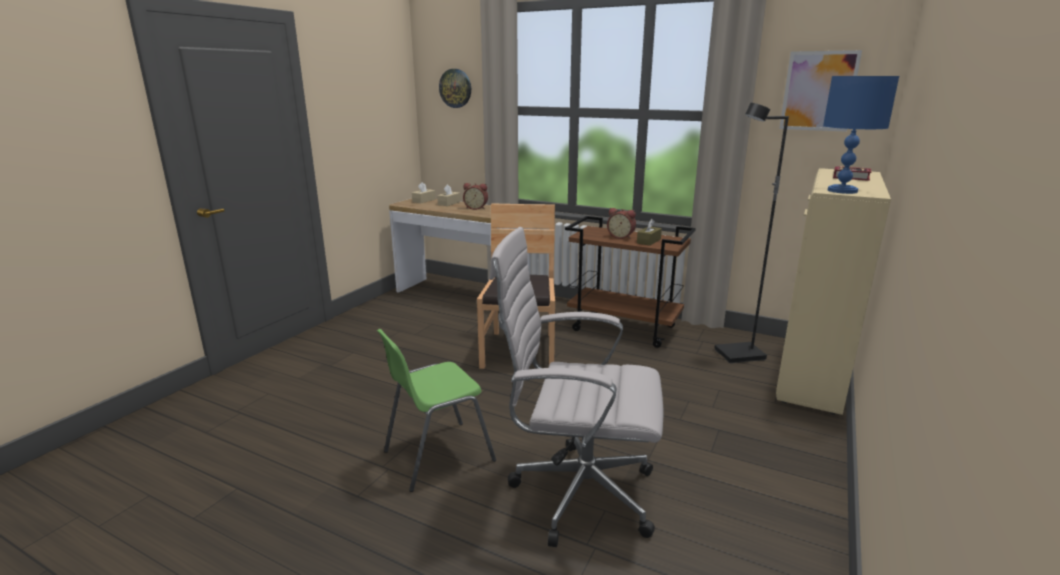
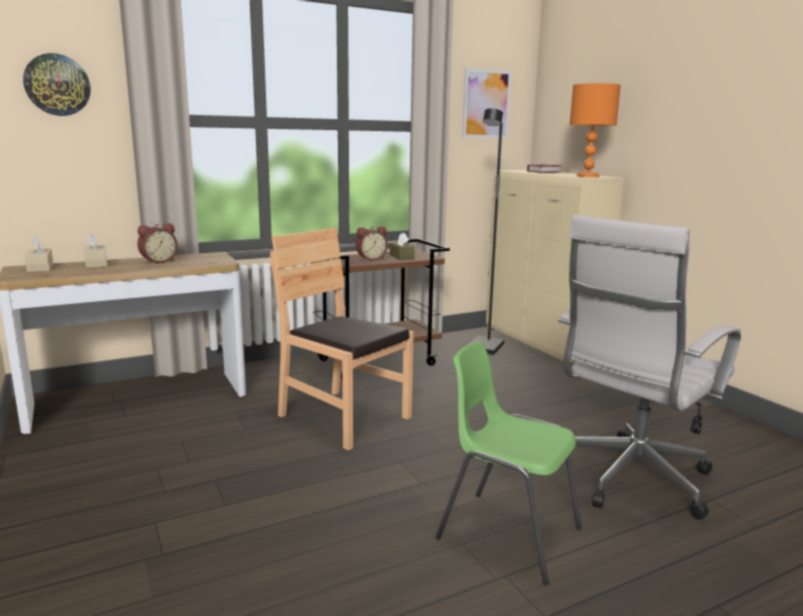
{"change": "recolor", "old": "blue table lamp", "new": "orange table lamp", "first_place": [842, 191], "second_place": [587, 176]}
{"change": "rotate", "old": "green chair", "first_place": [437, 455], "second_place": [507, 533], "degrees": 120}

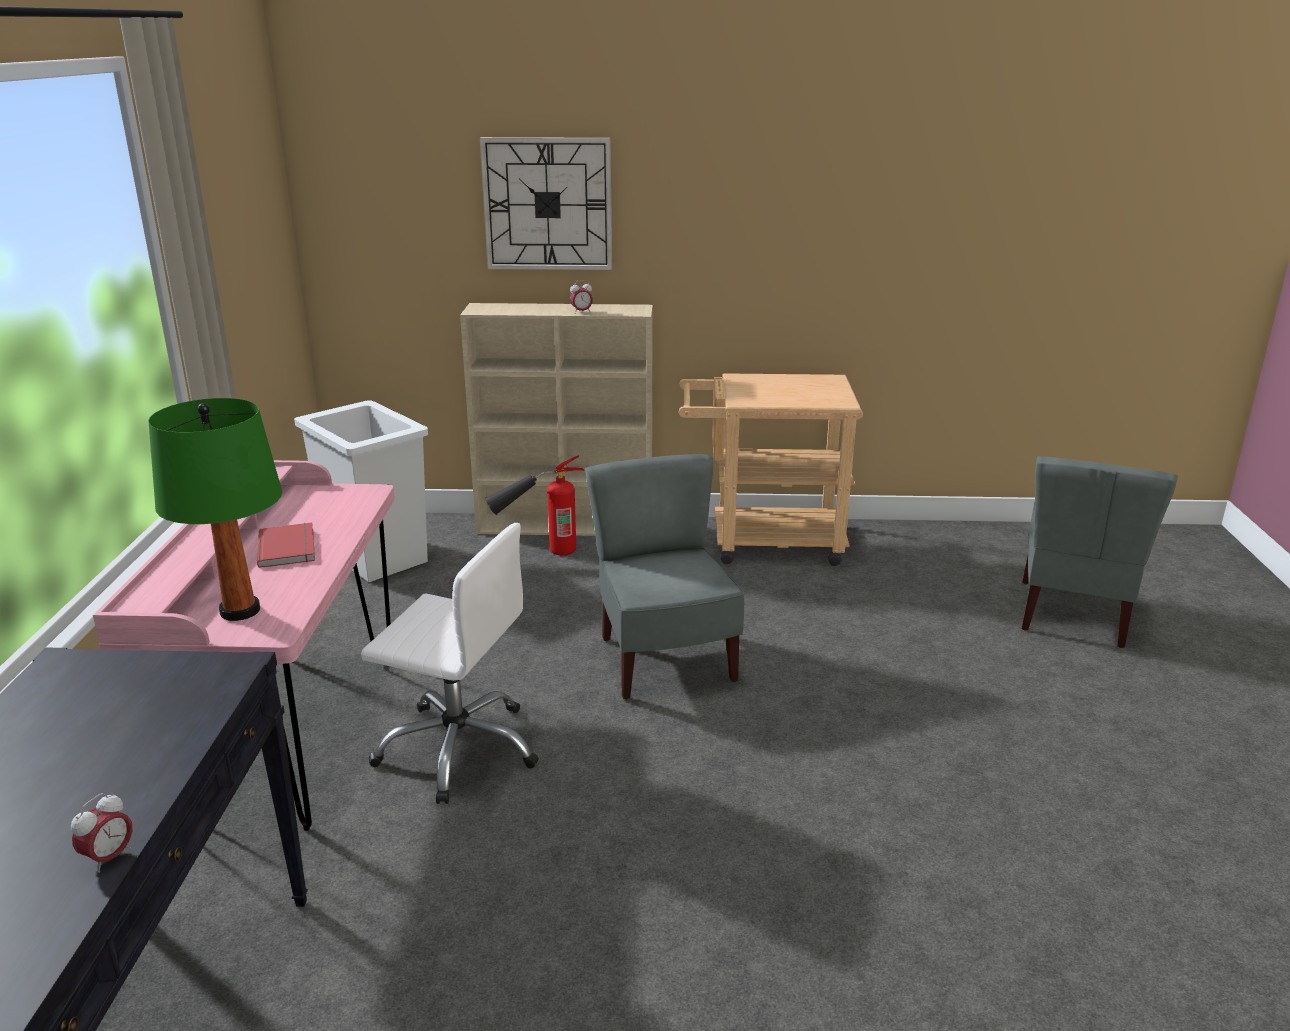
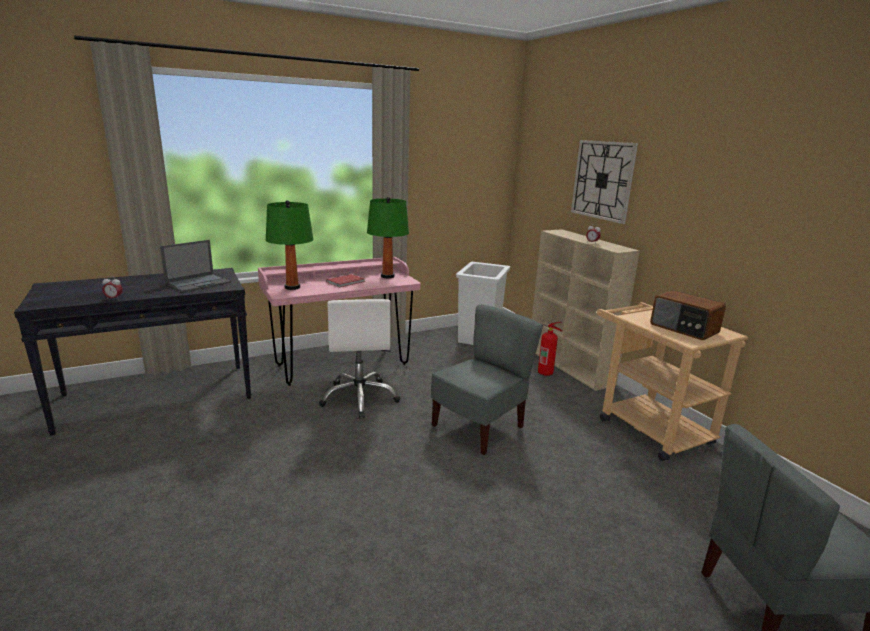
{"change": "insert", "new": "green table lamp", "second_place": [387, 276]}
{"change": "insert", "new": "laptop", "second_place": [199, 283]}
{"change": "insert", "new": "radio", "second_place": [683, 329]}

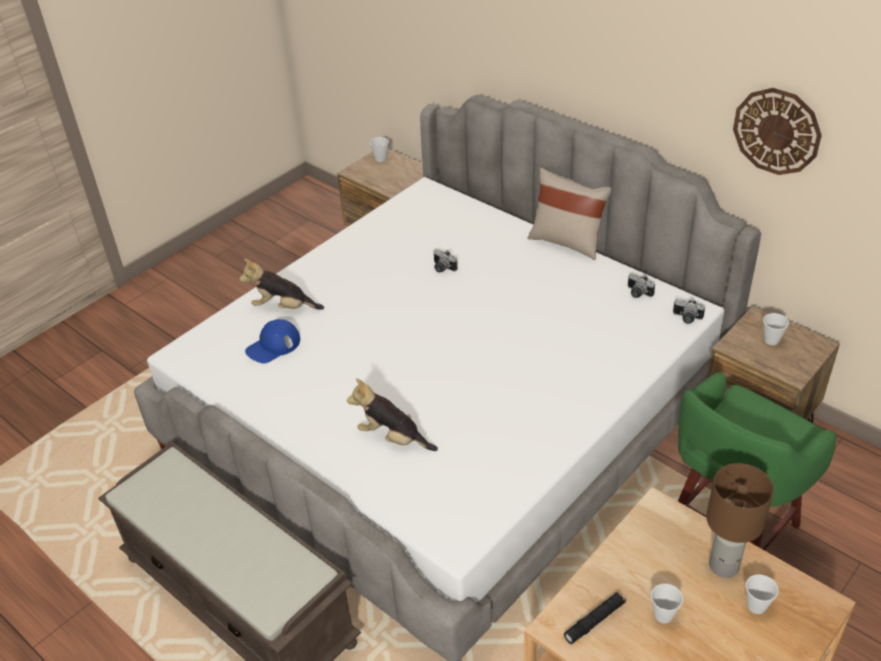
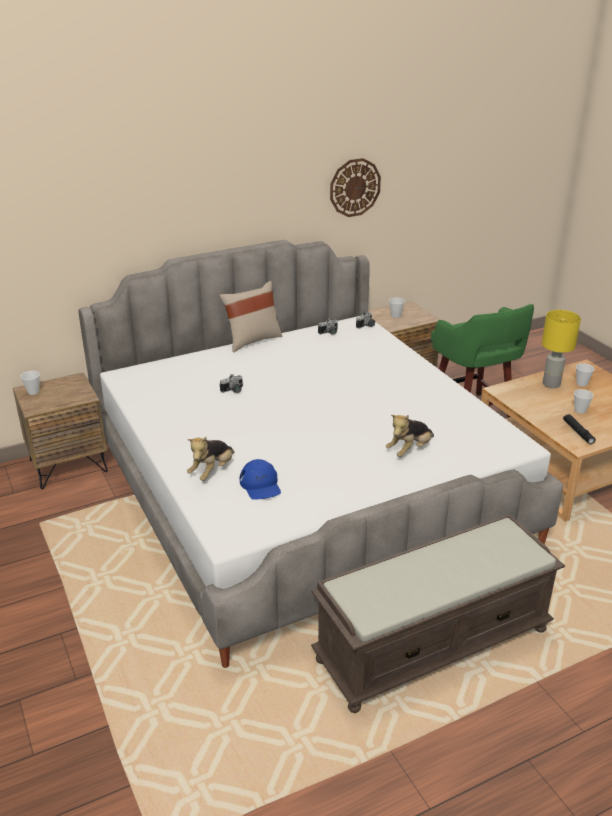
{"change": "recolor", "old": "brown table lamp", "new": "yellow table lamp", "first_place": [724, 566], "second_place": [551, 384]}

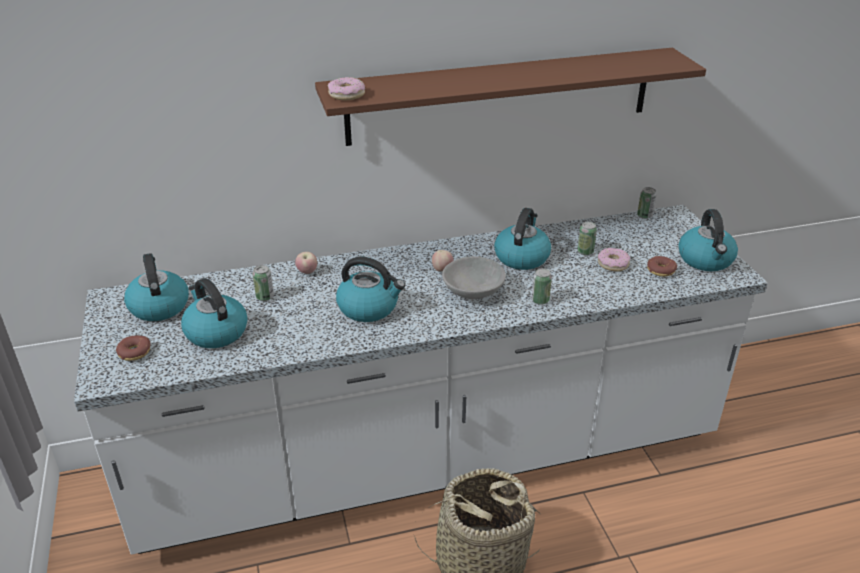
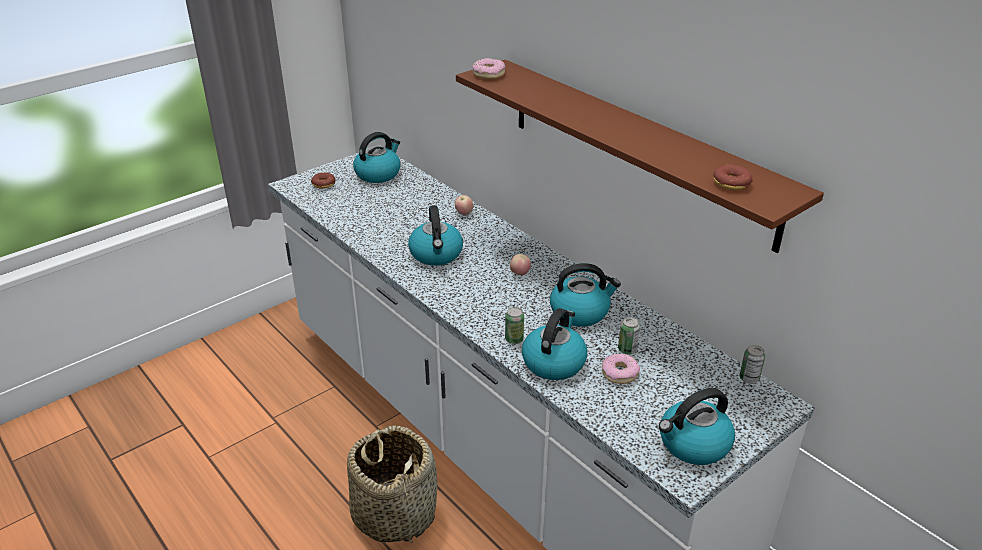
{"change": "delete", "old": "grey bowl", "first_place": [473, 292]}
{"change": "move", "old": "donut", "first_place": [660, 270], "second_place": [731, 183]}
{"change": "delete", "old": "can", "first_place": [265, 297]}
{"change": "move", "old": "kettle", "first_place": [215, 332], "second_place": [554, 362]}

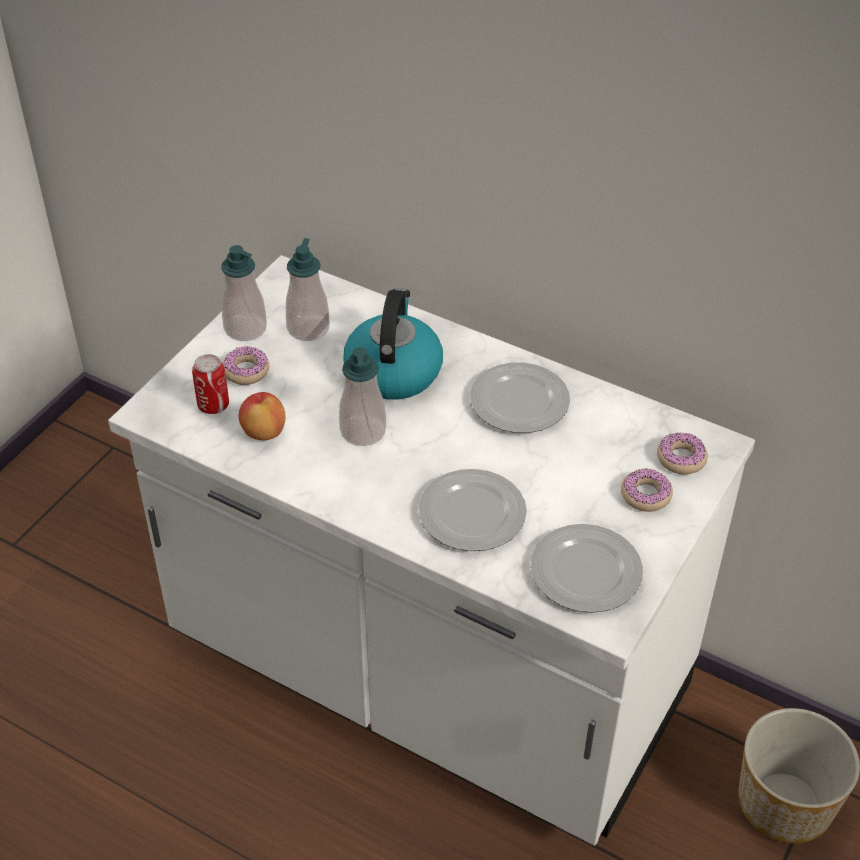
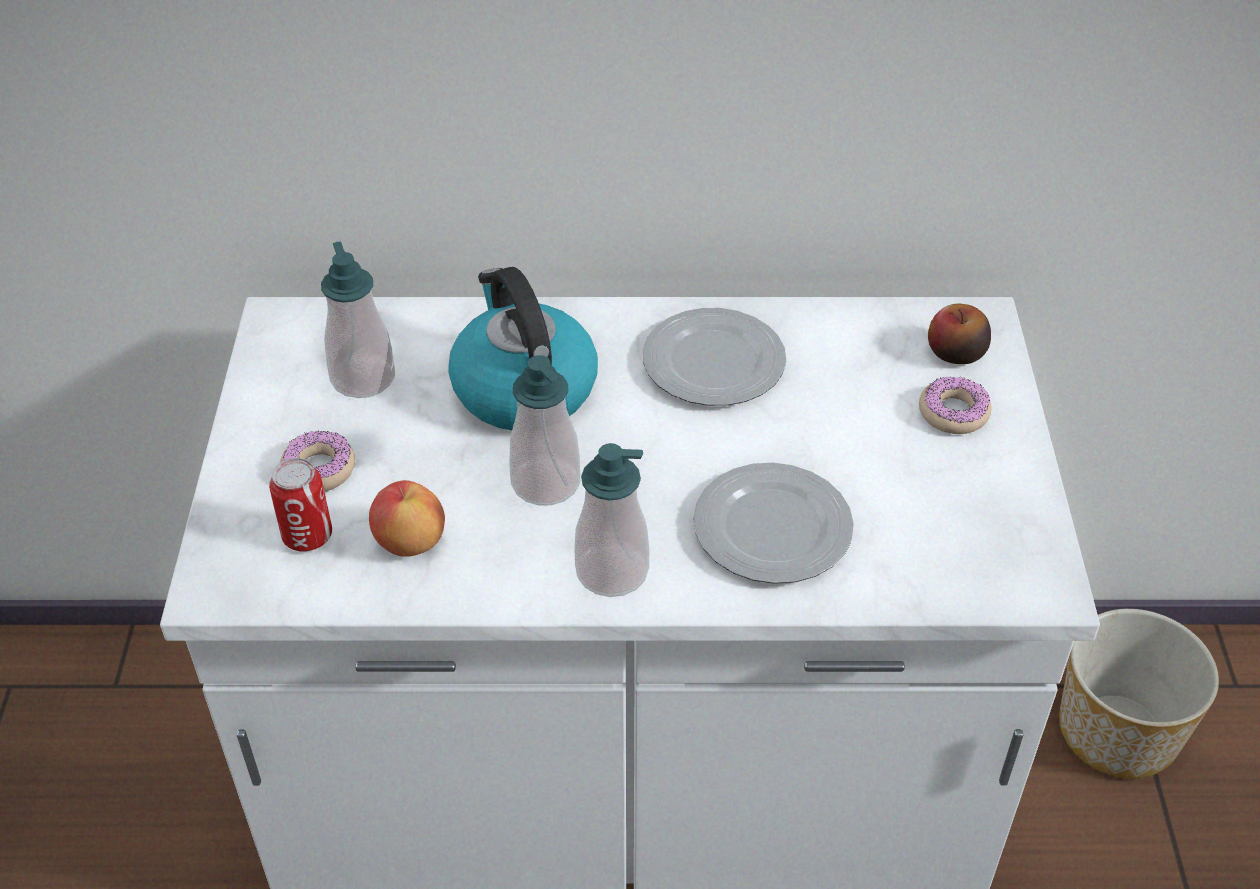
{"change": "move", "old": "soap dispenser", "first_place": [245, 328], "second_place": [612, 571]}
{"change": "replace", "old": "donut", "new": "apple", "first_place": [681, 459], "second_place": [955, 353]}
{"change": "delete", "old": "plate", "first_place": [585, 573]}

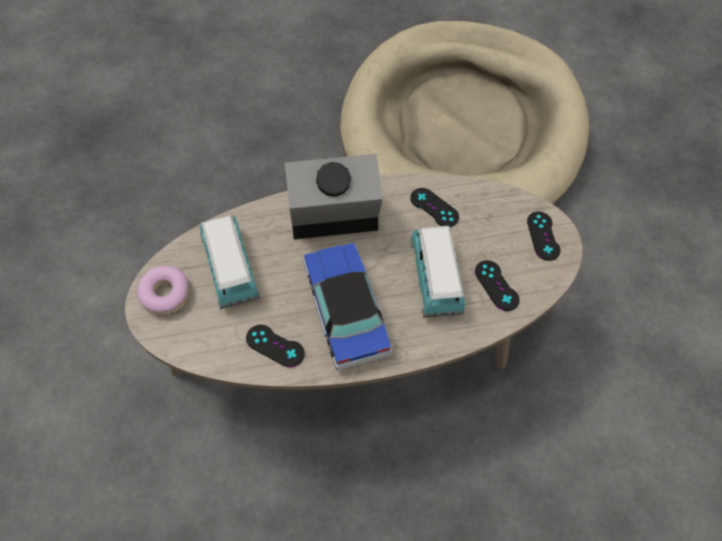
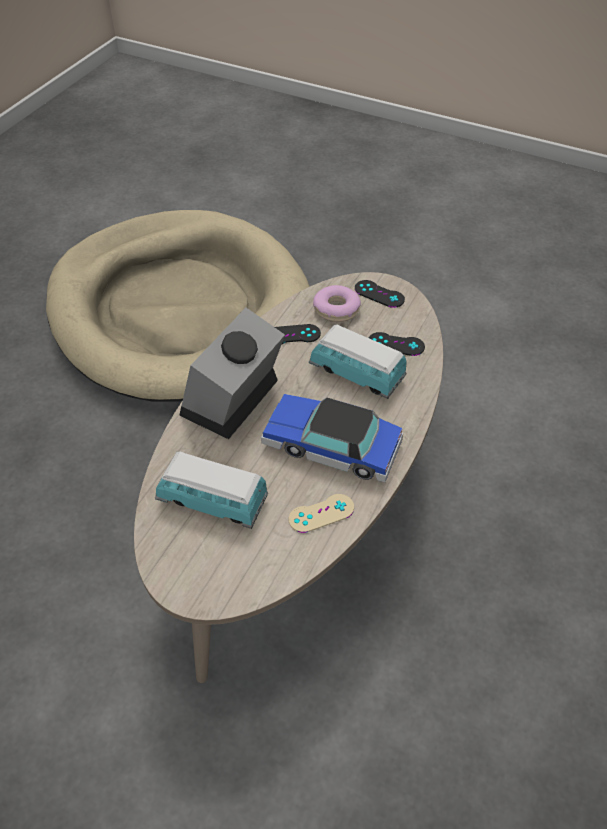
{"change": "move", "old": "donut", "first_place": [165, 294], "second_place": [336, 309]}
{"change": "recolor", "old": "black game controller", "new": "beige game controller", "first_place": [275, 346], "second_place": [321, 513]}

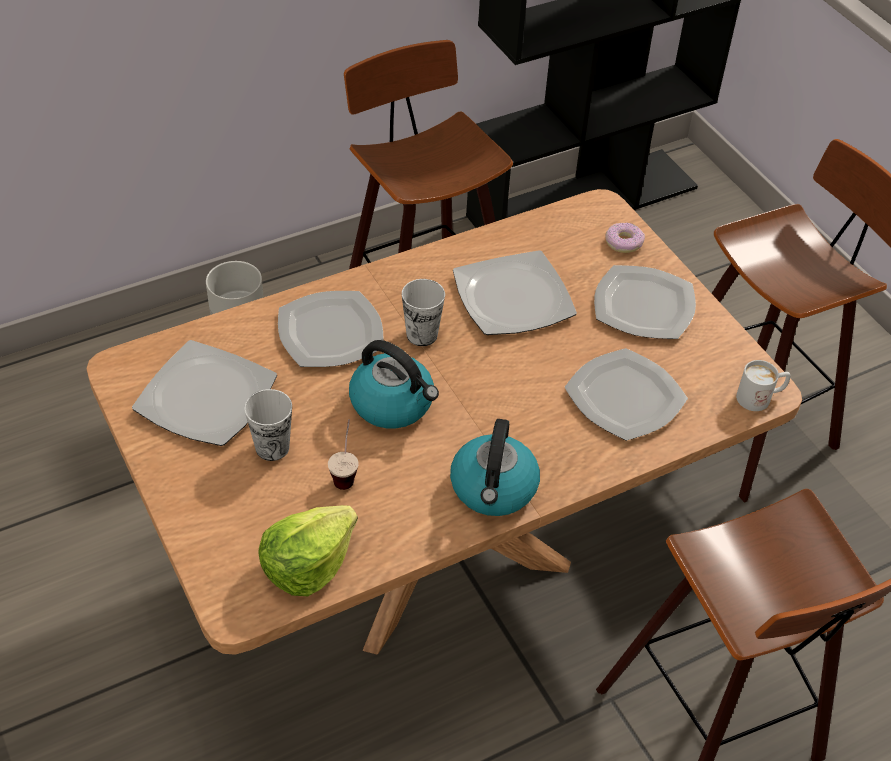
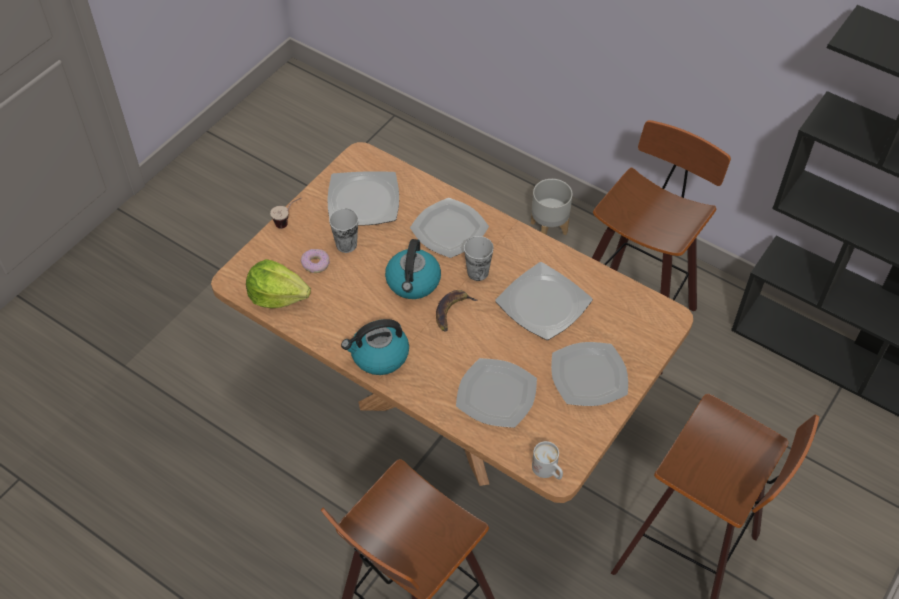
{"change": "move", "old": "donut", "first_place": [623, 242], "second_place": [315, 263]}
{"change": "move", "old": "cup", "first_place": [345, 472], "second_place": [288, 222]}
{"change": "insert", "new": "banana", "second_place": [452, 311]}

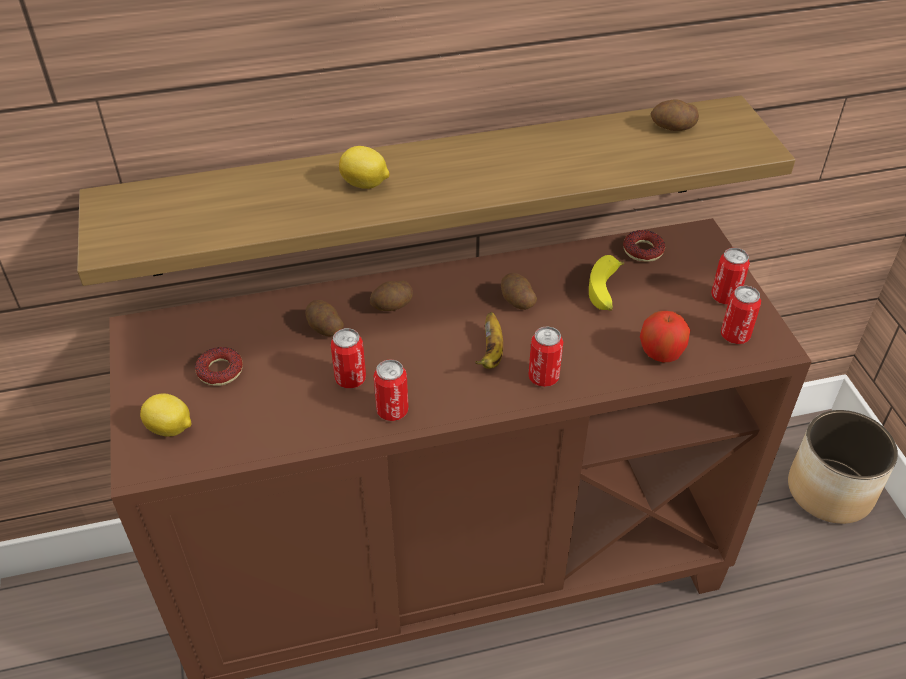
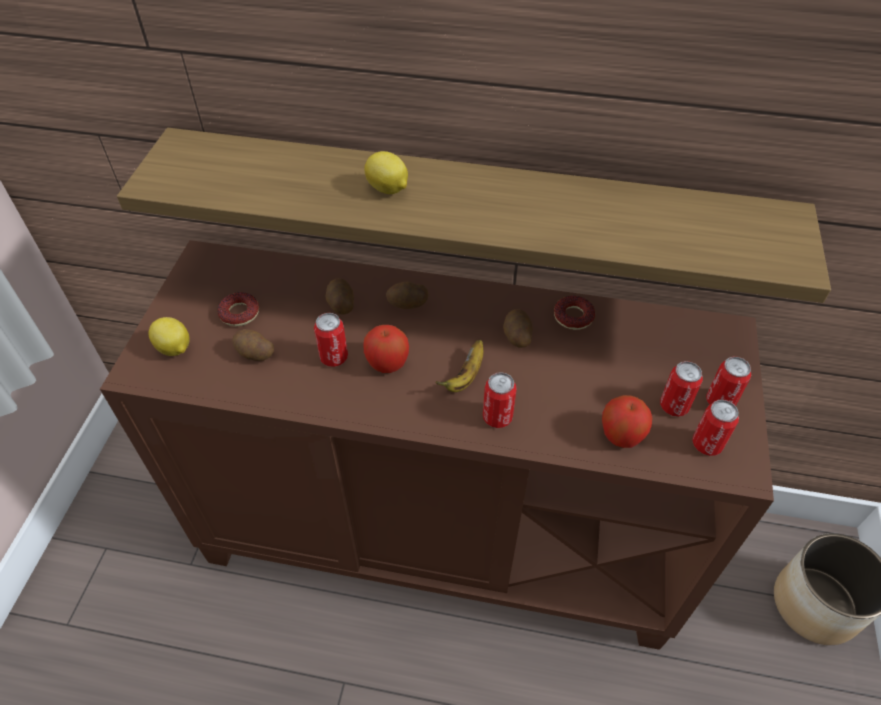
{"change": "move", "old": "potato", "first_place": [673, 127], "second_place": [254, 353]}
{"change": "move", "old": "donut", "first_place": [643, 251], "second_place": [573, 317]}
{"change": "delete", "old": "banana", "first_place": [606, 291]}
{"change": "move", "old": "can", "first_place": [392, 411], "second_place": [674, 406]}
{"change": "insert", "new": "apple", "second_place": [387, 363]}

